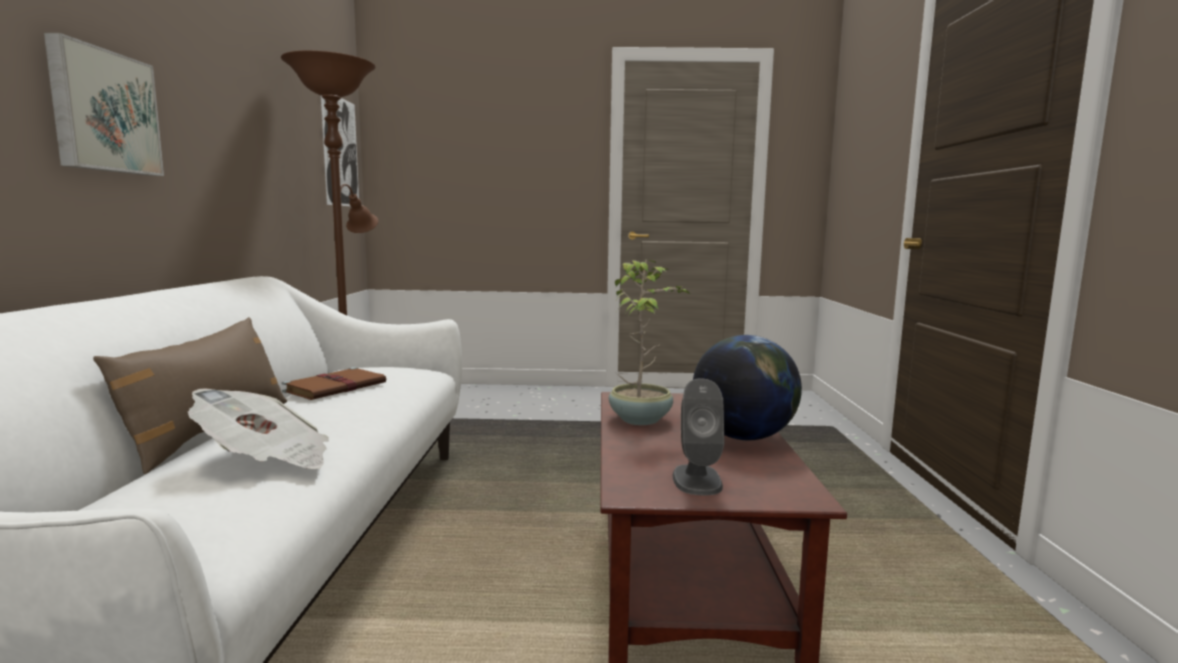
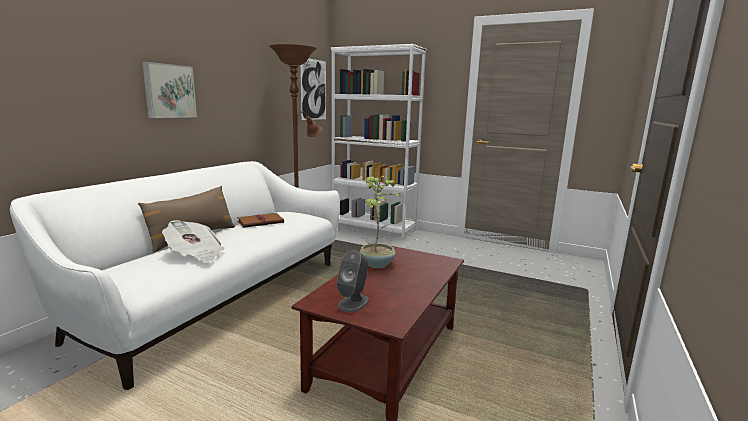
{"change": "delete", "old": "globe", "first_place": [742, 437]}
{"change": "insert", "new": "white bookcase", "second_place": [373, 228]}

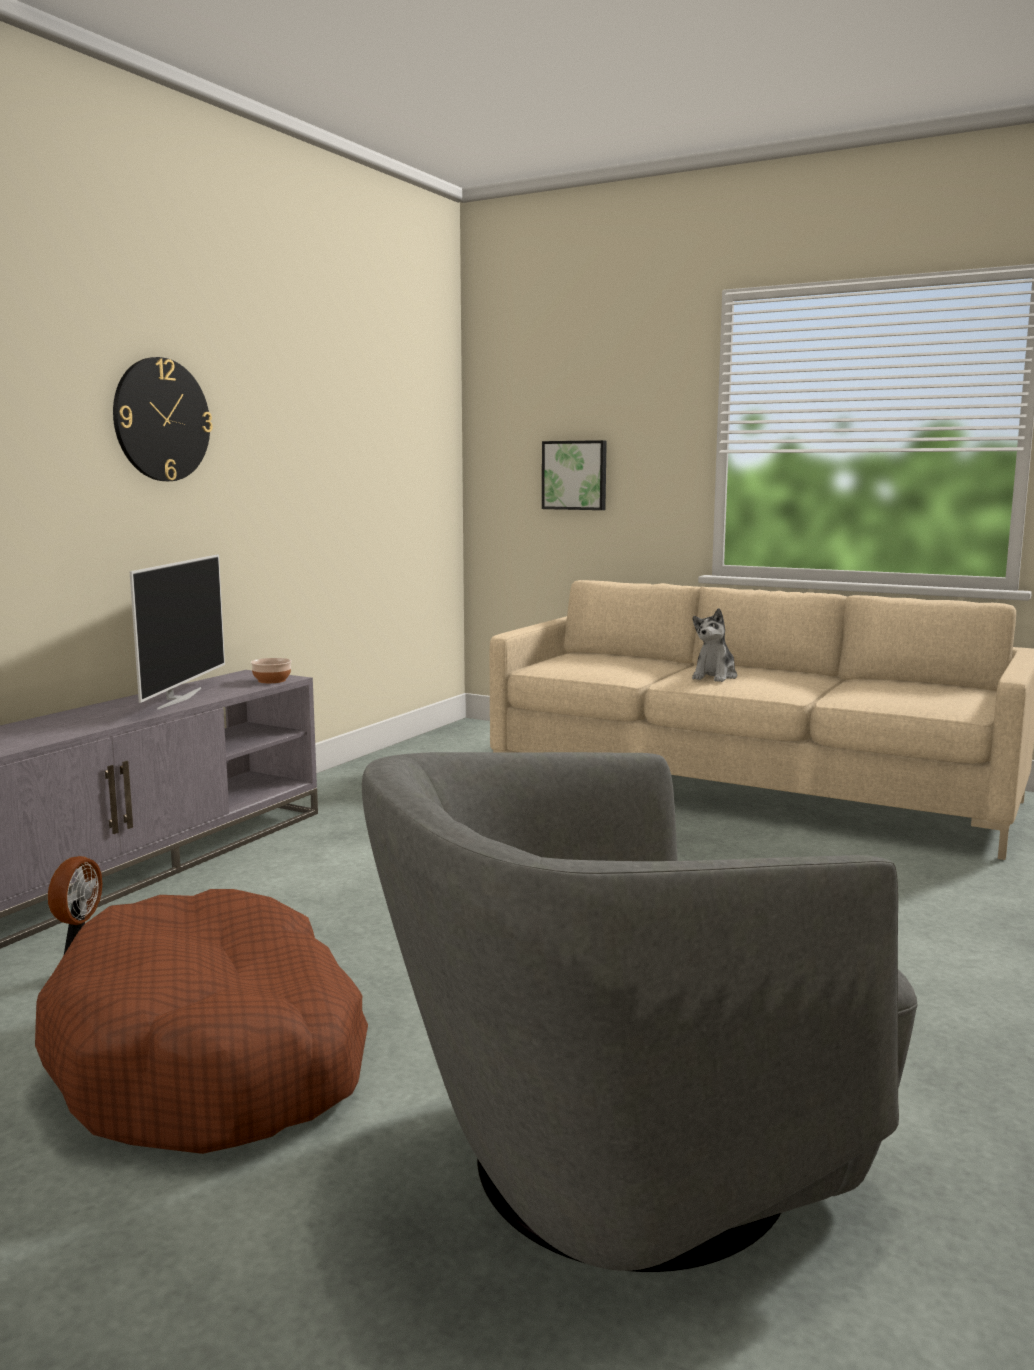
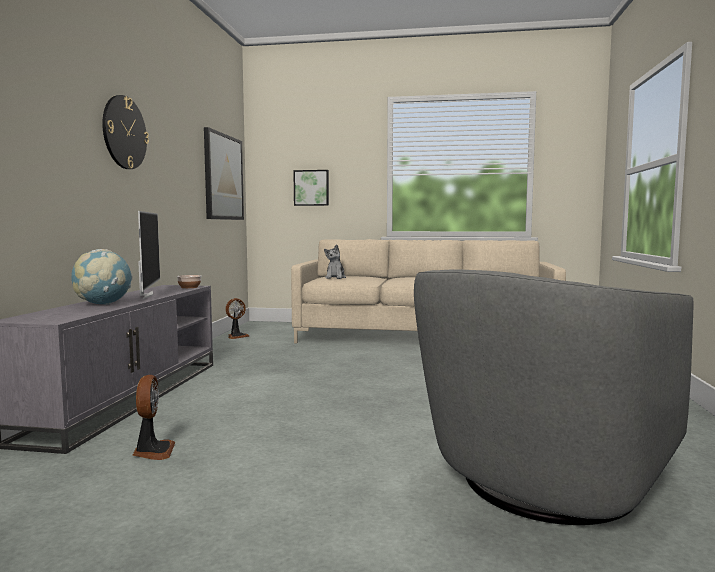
{"change": "move", "old": "plush toy", "first_place": [714, 677], "second_place": [335, 277]}
{"change": "delete", "old": "brown dog bed", "first_place": [213, 1058]}
{"change": "insert", "new": "picture", "second_place": [223, 177]}
{"change": "insert", "new": "globe", "second_place": [103, 304]}
{"change": "insert", "new": "fan", "second_place": [236, 336]}

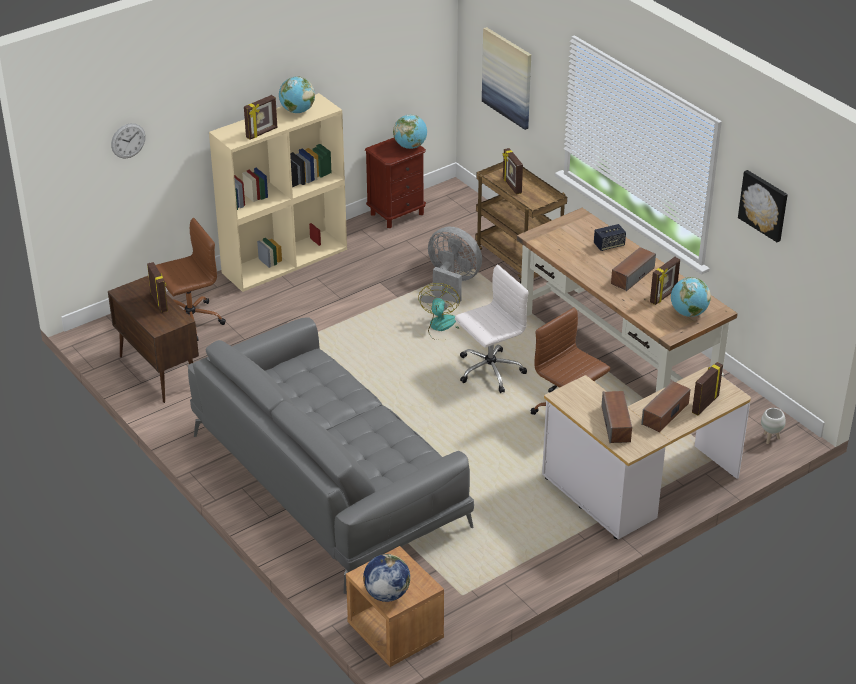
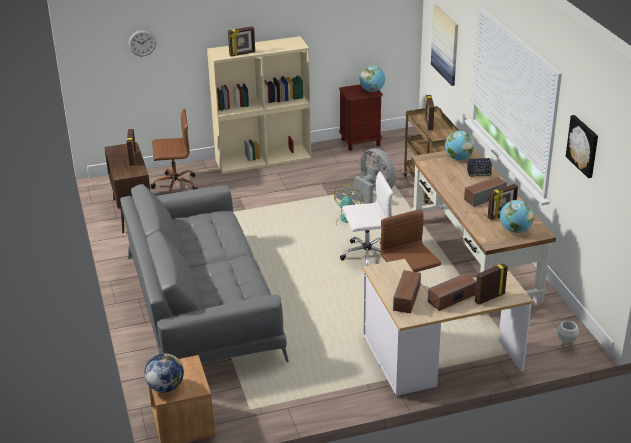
{"change": "move", "old": "globe", "first_place": [297, 111], "second_place": [458, 158]}

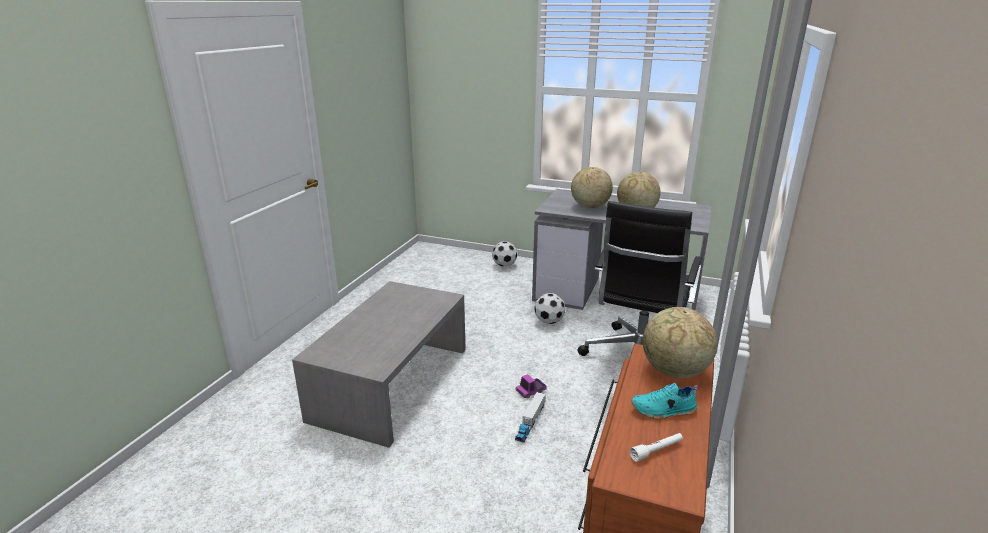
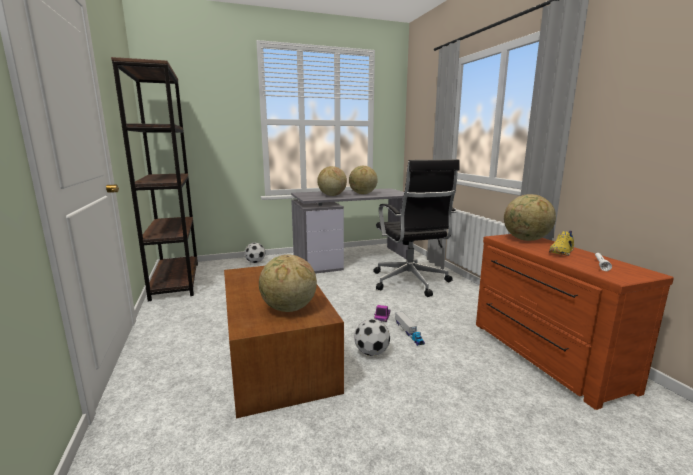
{"change": "recolor", "old": "grey coffee table", "new": "brown coffee table", "first_place": [392, 383], "second_place": [278, 353]}
{"change": "move", "old": "football", "first_place": [549, 321], "second_place": [372, 352]}
{"change": "recolor", "old": "turquoise shoe", "new": "yellow shoe", "first_place": [663, 411], "second_place": [562, 252]}
{"change": "insert", "new": "brown bookcase", "second_place": [176, 280]}
{"change": "insert", "new": "globe", "second_place": [288, 309]}

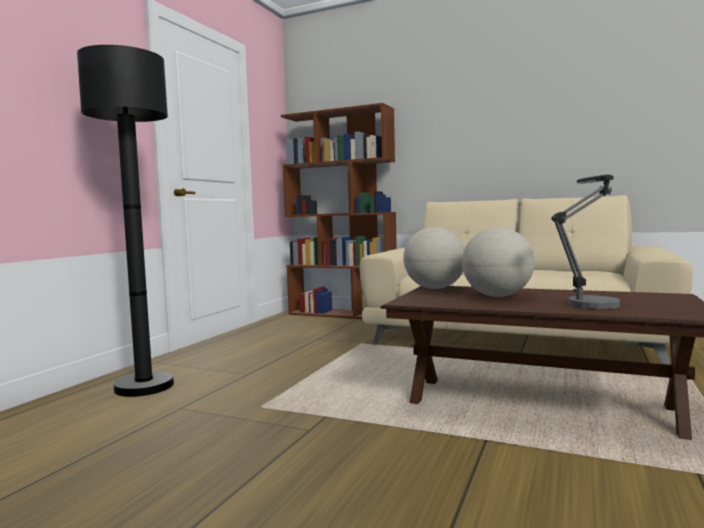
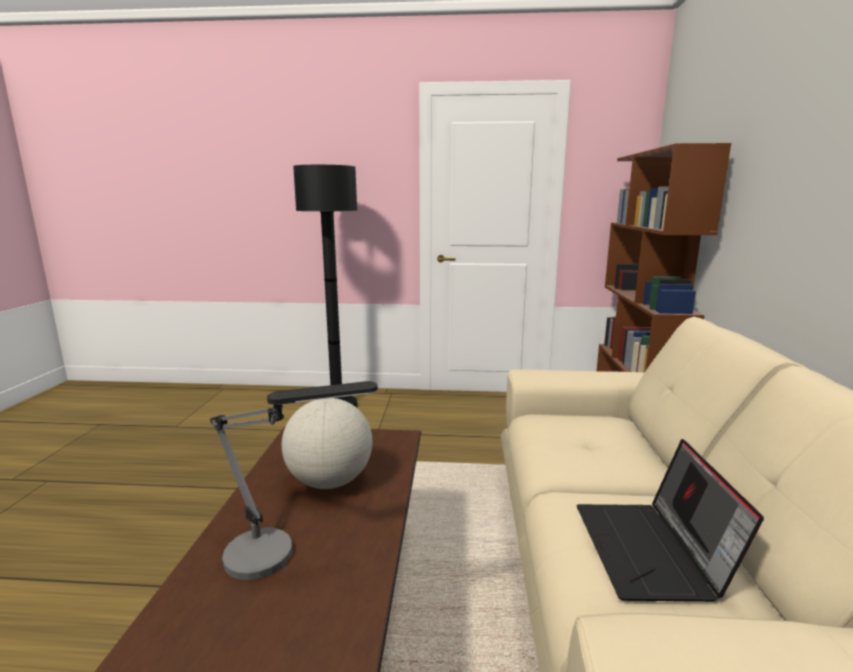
{"change": "delete", "old": "globe", "first_place": [434, 288]}
{"change": "insert", "new": "laptop", "second_place": [652, 552]}

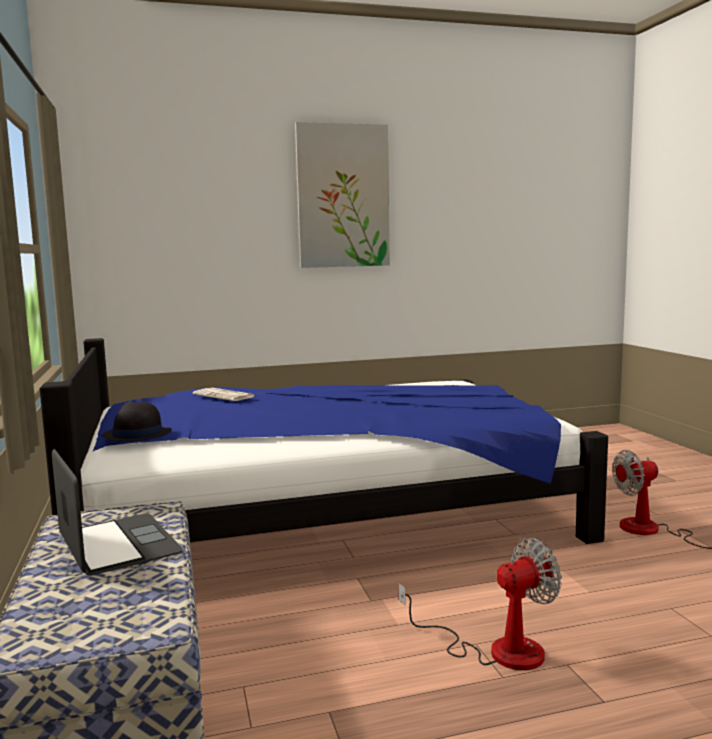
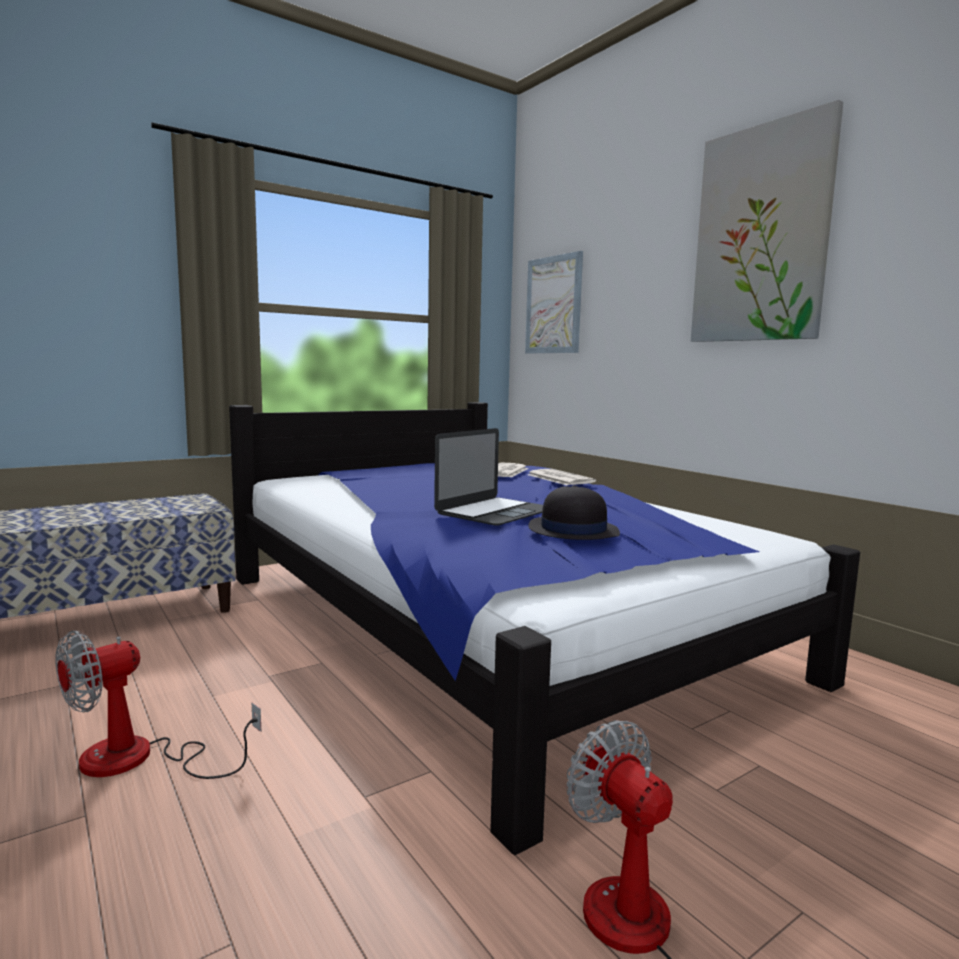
{"change": "move", "old": "black hat", "first_place": [136, 435], "second_place": [572, 530]}
{"change": "move", "old": "laptop", "first_place": [118, 544], "second_place": [495, 511]}
{"change": "rotate", "old": "fan", "first_place": [497, 650], "second_place": [139, 760], "degrees": 90}
{"change": "insert", "new": "picture", "second_place": [553, 305]}
{"change": "insert", "new": "newspaper", "second_place": [559, 478]}

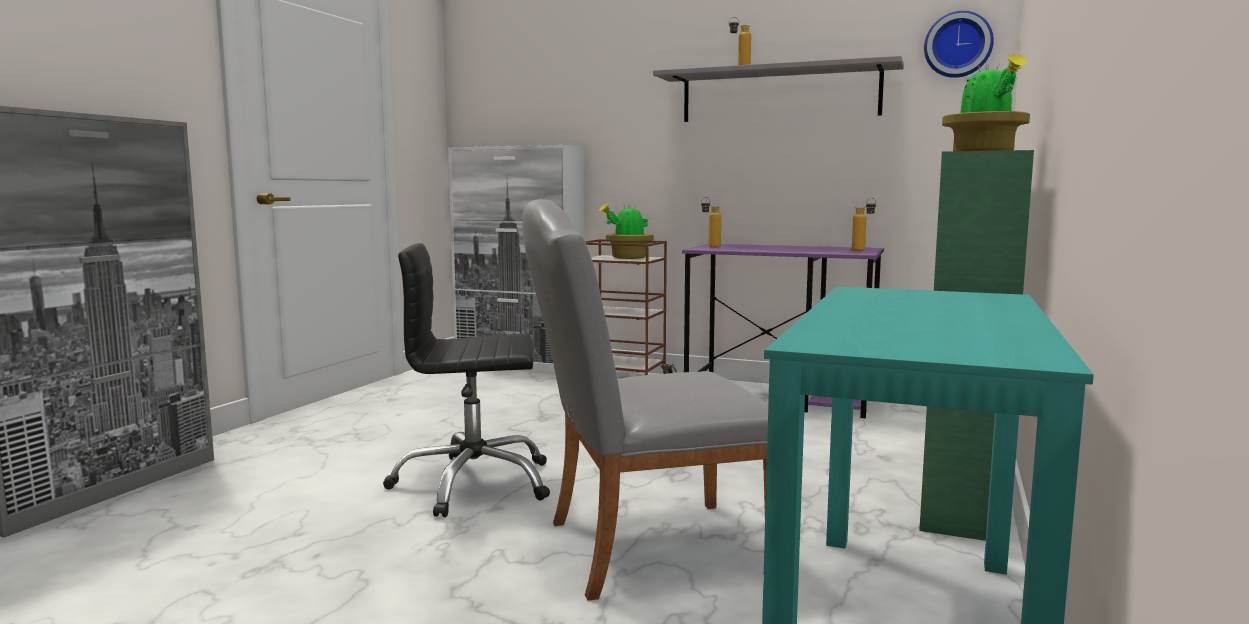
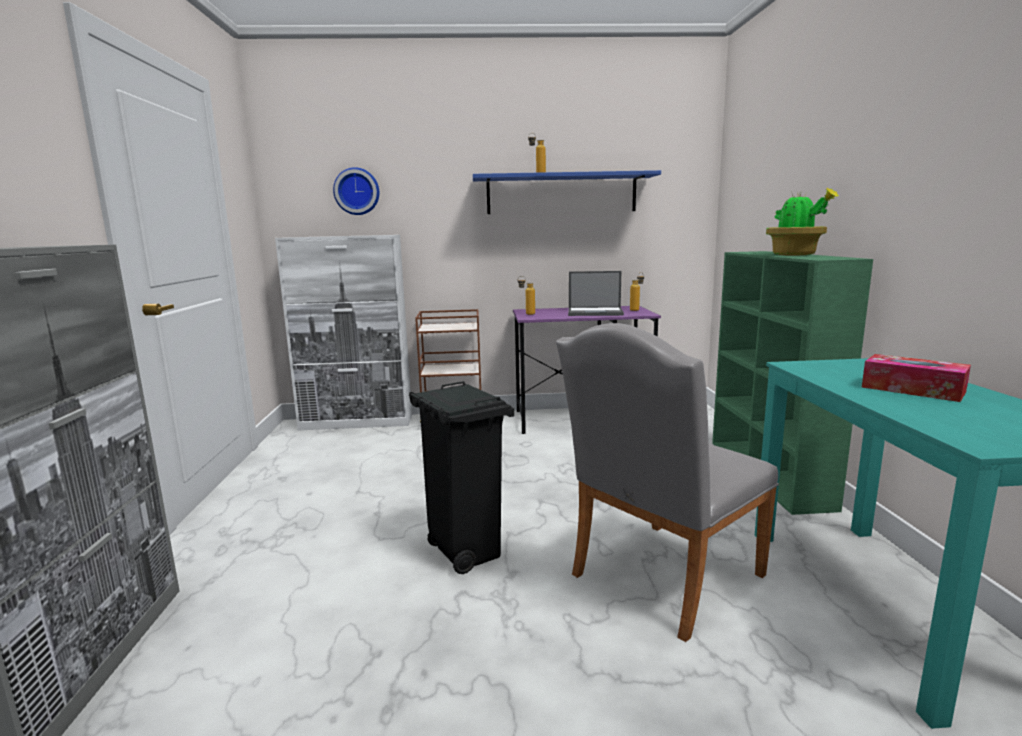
{"change": "move", "old": "wall clock", "first_place": [958, 45], "second_place": [357, 191]}
{"change": "recolor", "old": "grey shelf", "new": "blue shelf", "first_place": [779, 94], "second_place": [561, 194]}
{"change": "delete", "old": "potted plant", "first_place": [627, 258]}
{"change": "replace", "old": "black office chair", "new": "black trash can", "first_place": [473, 484], "second_place": [465, 553]}
{"change": "insert", "new": "laptop", "second_place": [595, 312]}
{"change": "insert", "new": "tissue box", "second_place": [912, 389]}

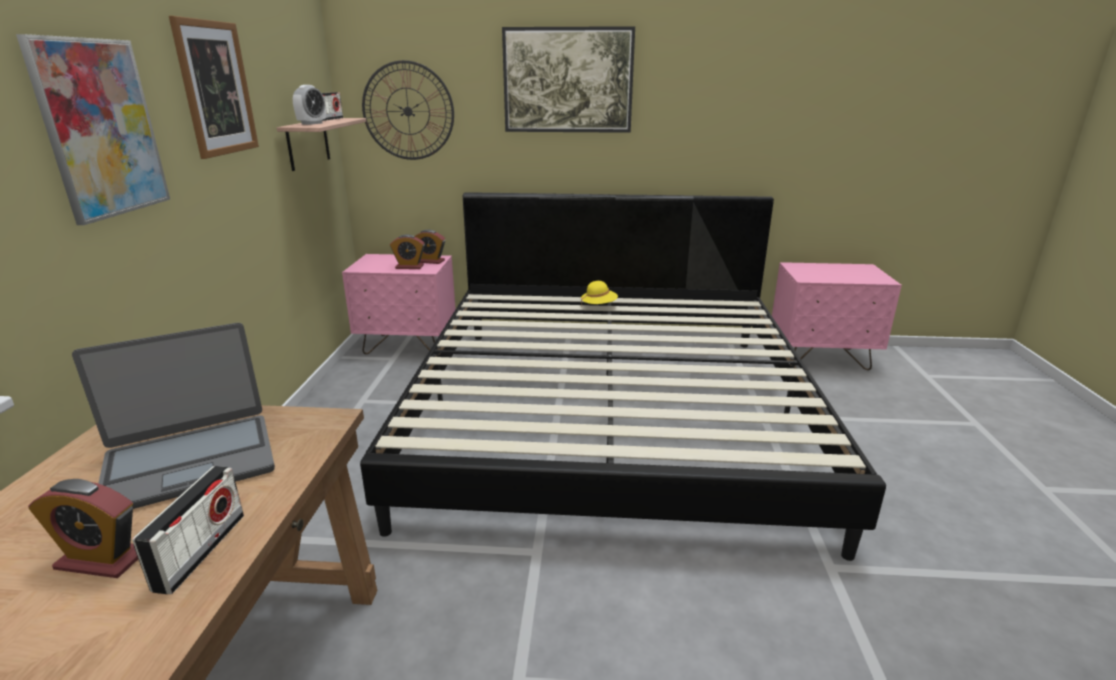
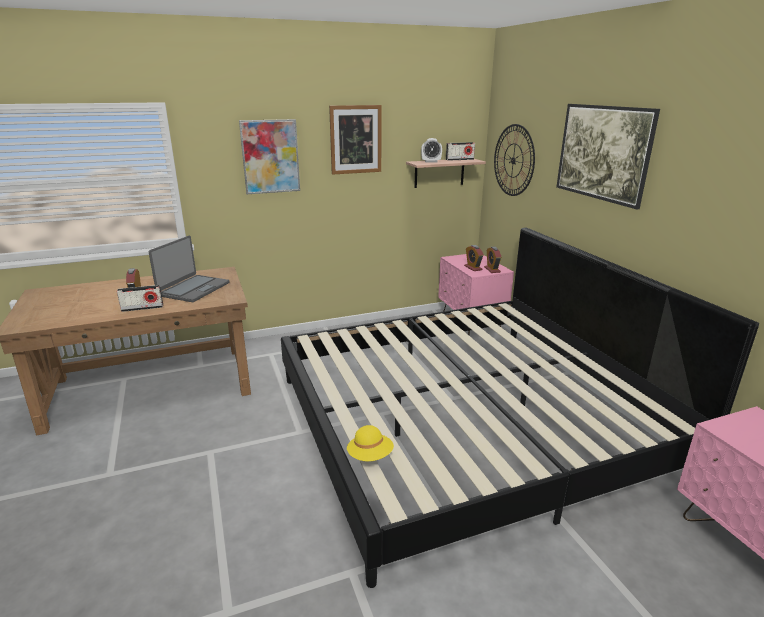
{"change": "move", "old": "yellow hat", "first_place": [599, 305], "second_place": [370, 456]}
{"change": "rotate", "old": "laptop", "first_place": [190, 462], "second_place": [193, 289], "degrees": -105}

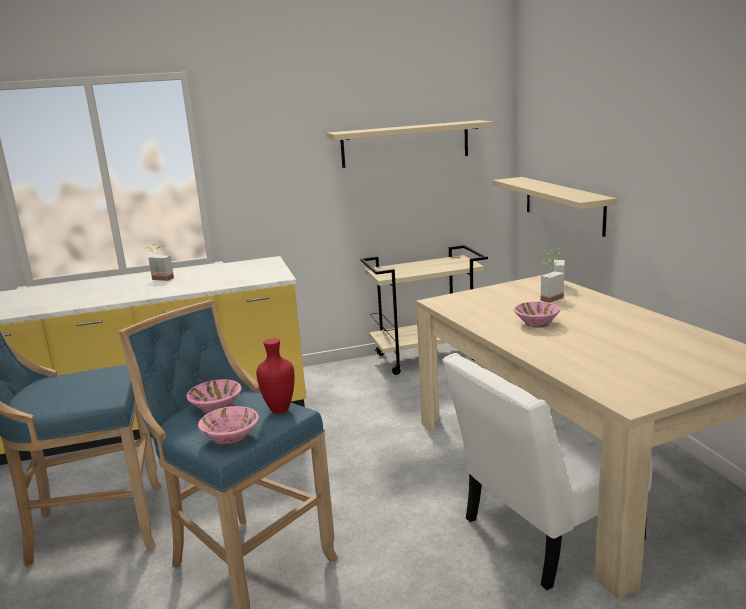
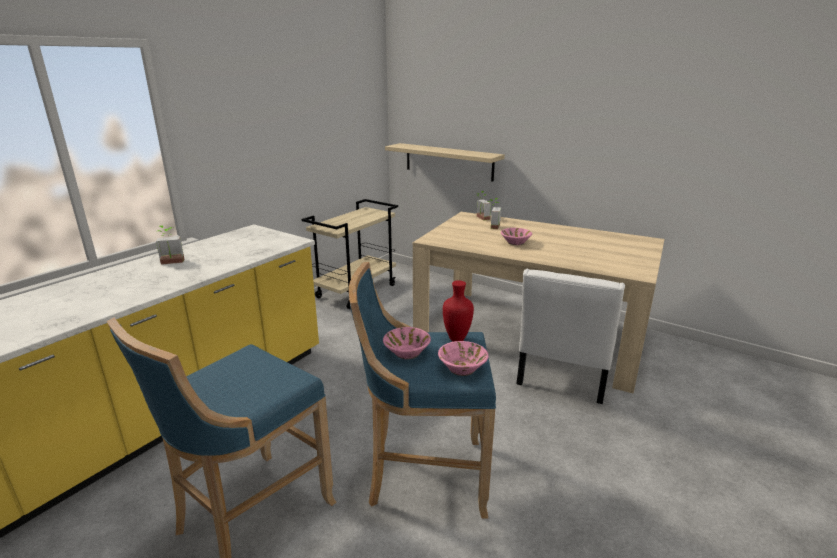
{"change": "delete", "old": "beige shelf", "first_place": [405, 144]}

